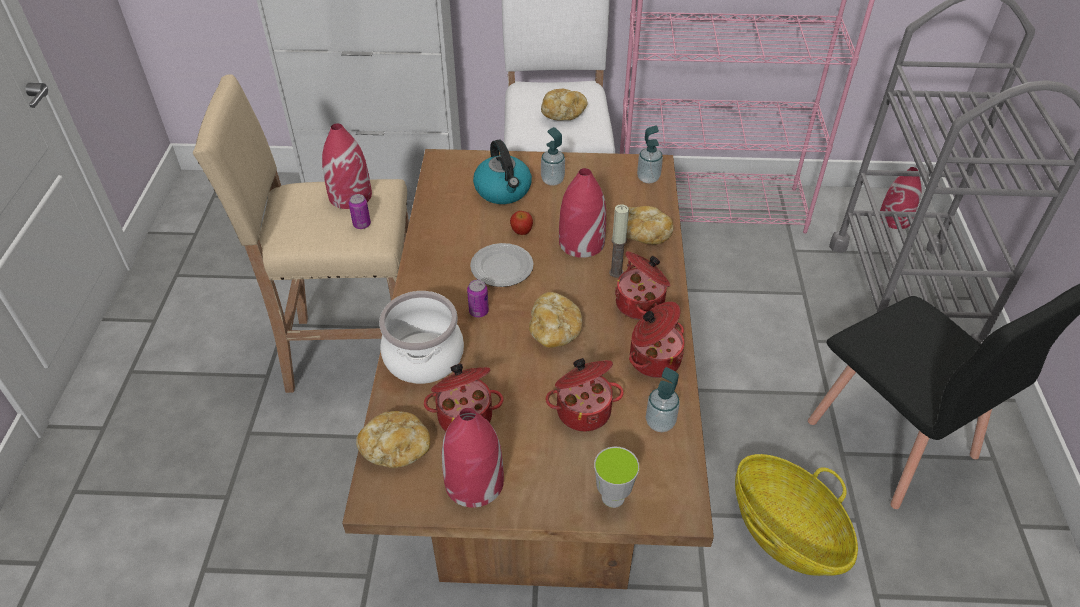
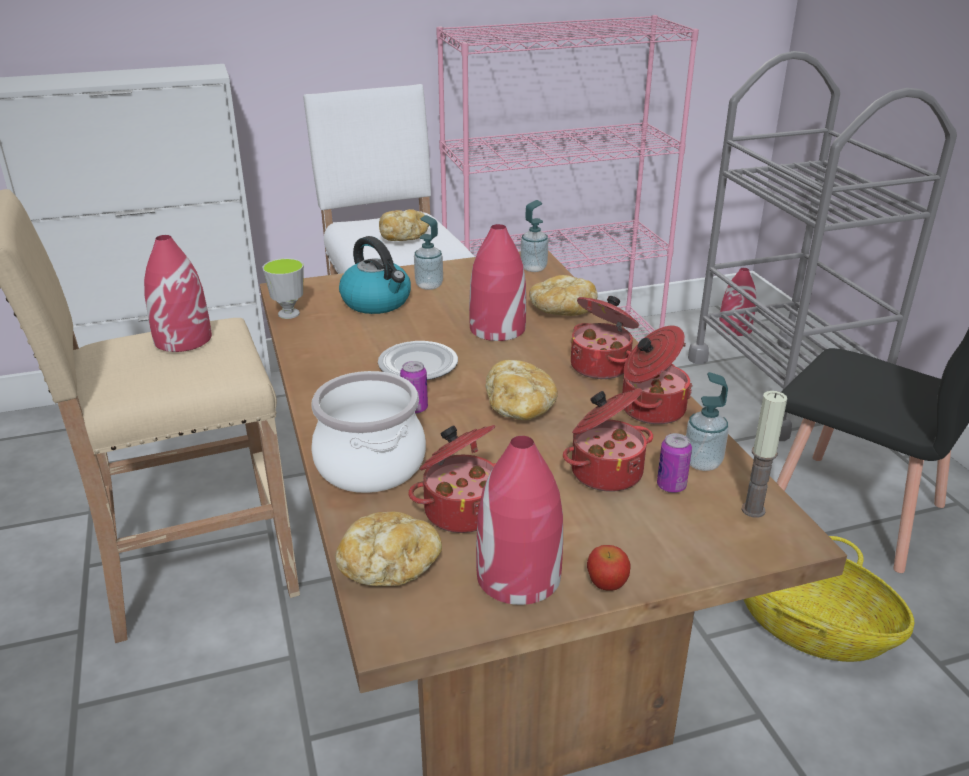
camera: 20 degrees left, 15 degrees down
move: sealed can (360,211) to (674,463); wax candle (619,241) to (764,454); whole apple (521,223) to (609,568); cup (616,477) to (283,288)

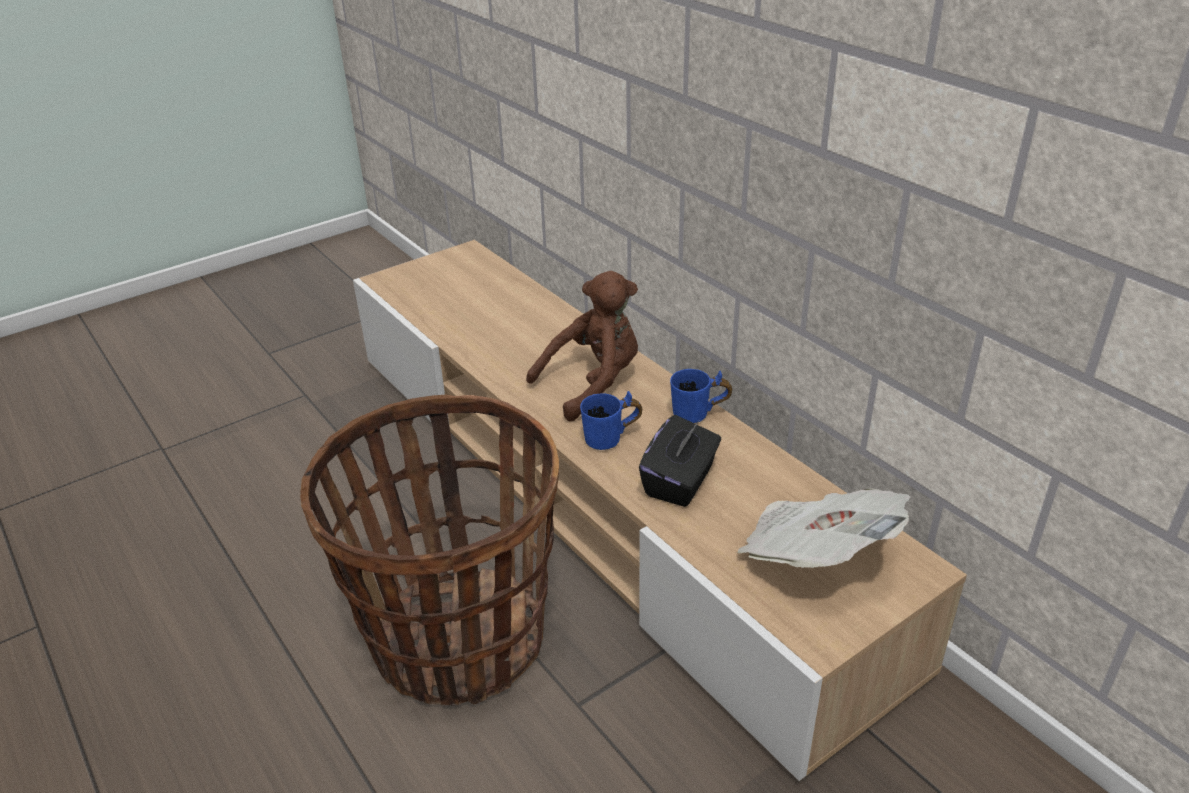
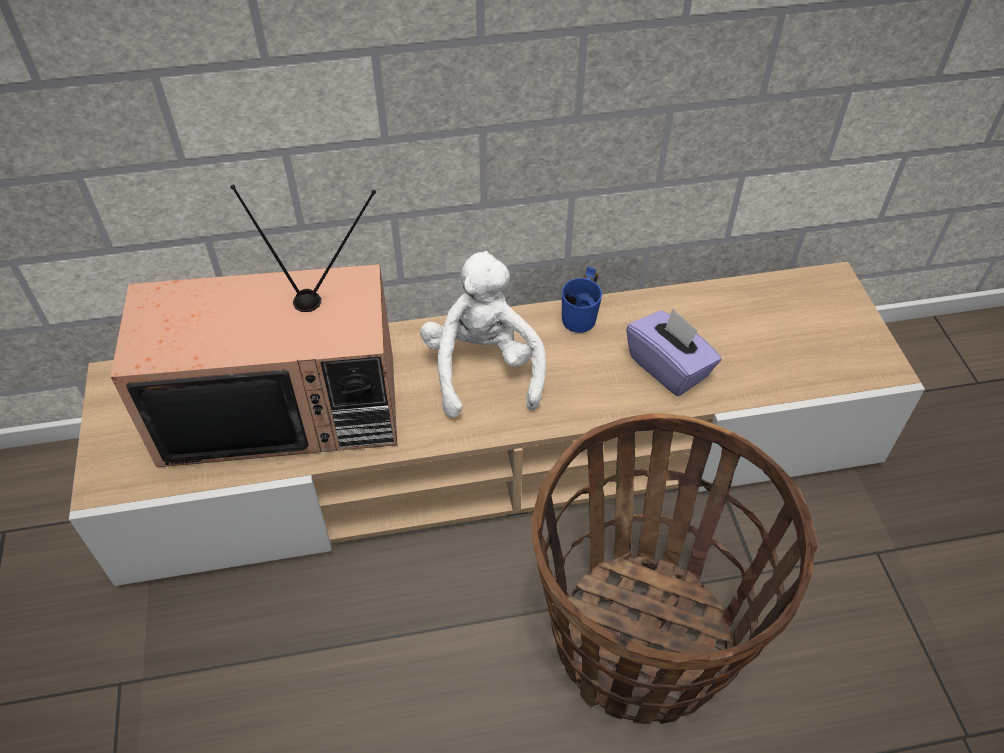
camera: 65 degrees left, 15 degrees up
delete: bluish coffee mug (611,420); printed paper (823,528)
insert: TV (253,326)
recolor: brown cuddly toy (582,346) to white-coloured cuddly toy (483,334); black-coloured tissue holder (680,461) to purple-coloured tissue holder (673,352)

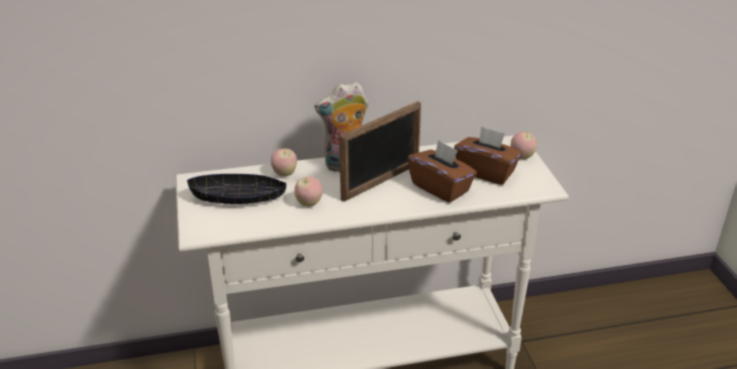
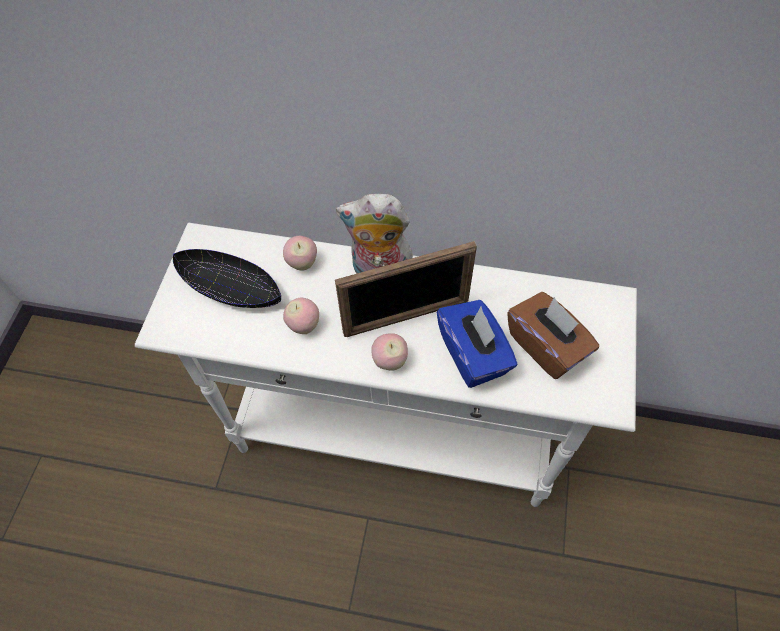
camera: 25 degrees right, 25 degrees up
move: whole apple (524,145) to (389,352)
recolor: brown tissue holder (442,171) to bluish tissue holder (477,344)

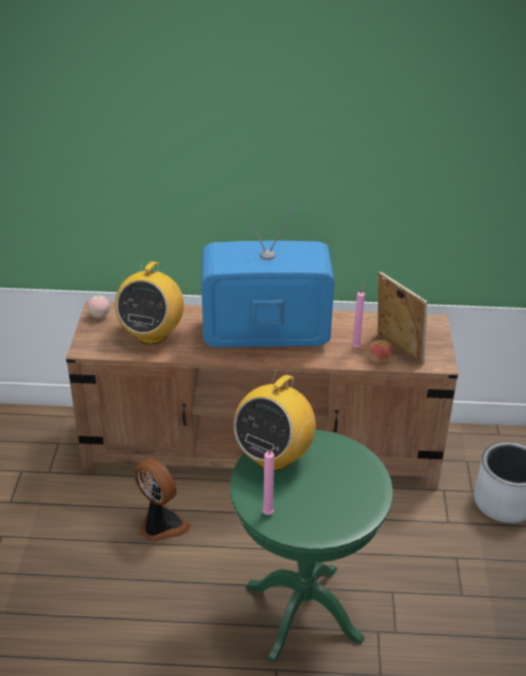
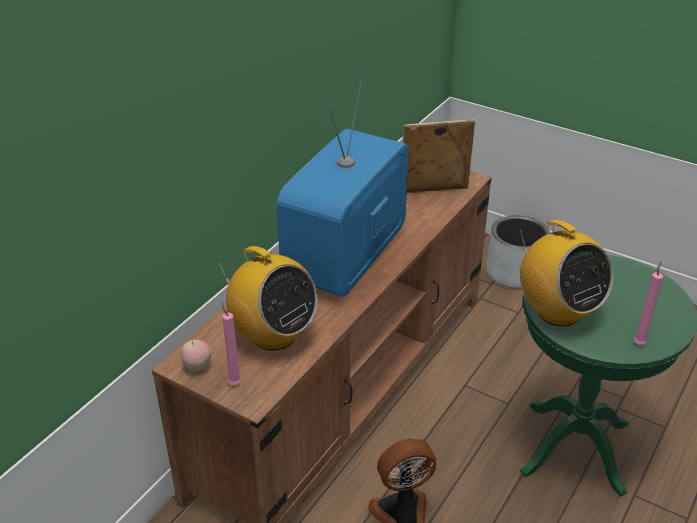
camera: 60 degrees left, 0 degrees up
delete: whole apple (381,351)
move: pink-coloured wax candle (358,315) to (231,343)

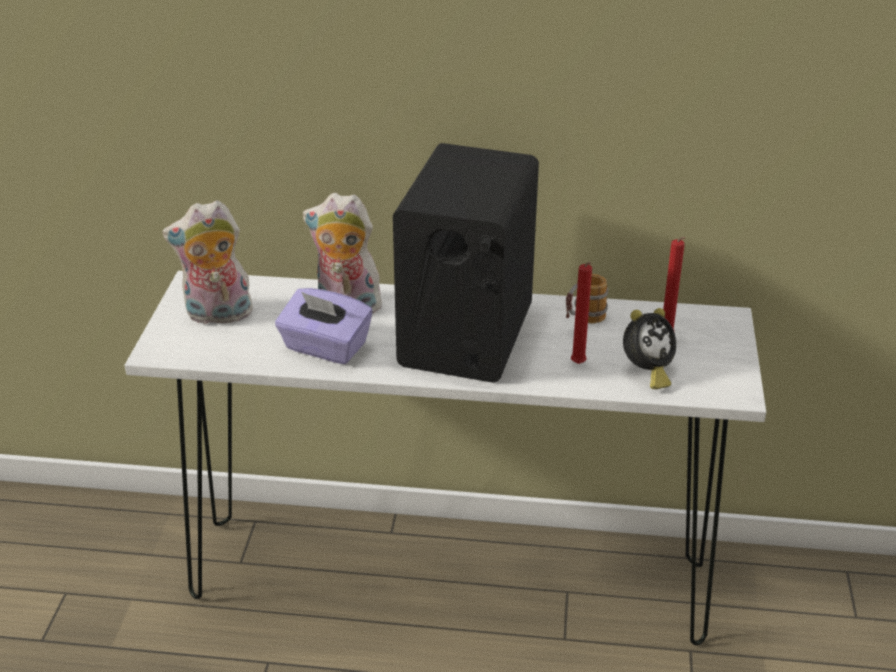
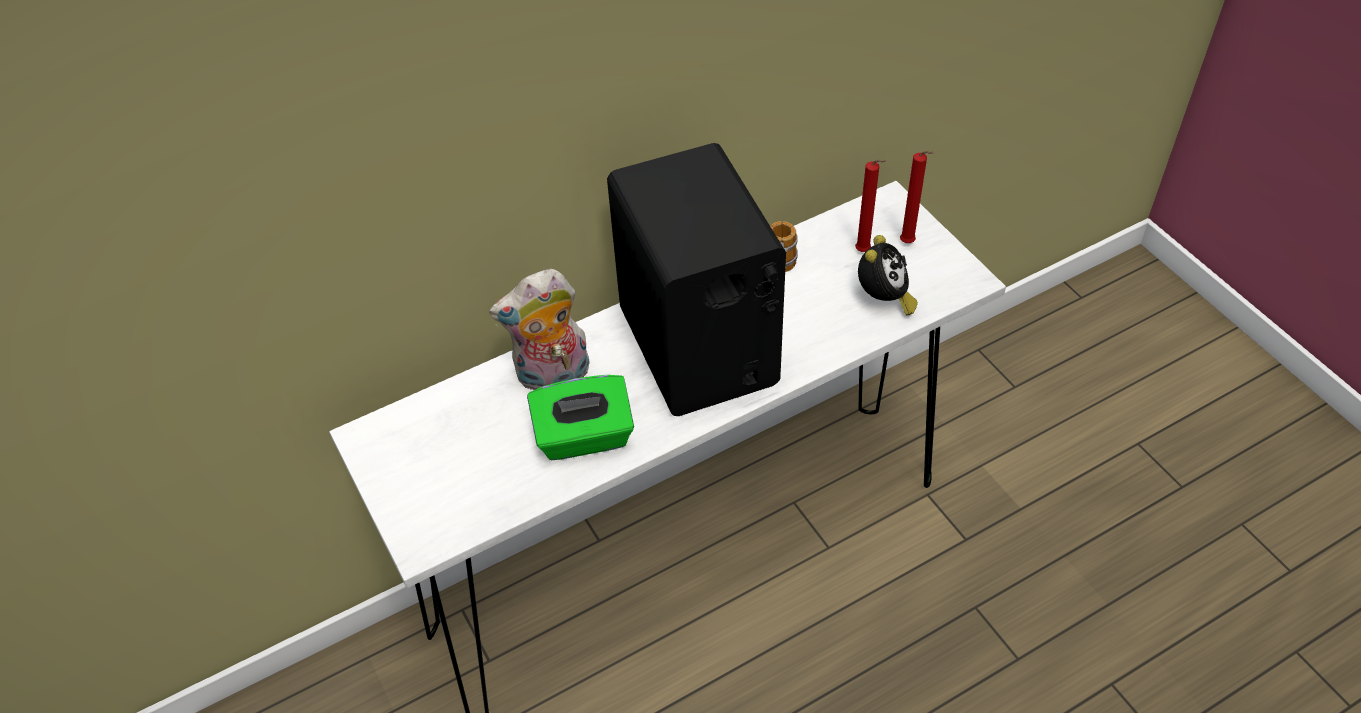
camera: 35 degrees left, 15 degrees up
delete: cuddly toy (208,263)
move: red-coloured wax candle (581,313) to (916,197)
recolor: purple-coloured tissue holder (324,326) to green tissue holder (580,417)

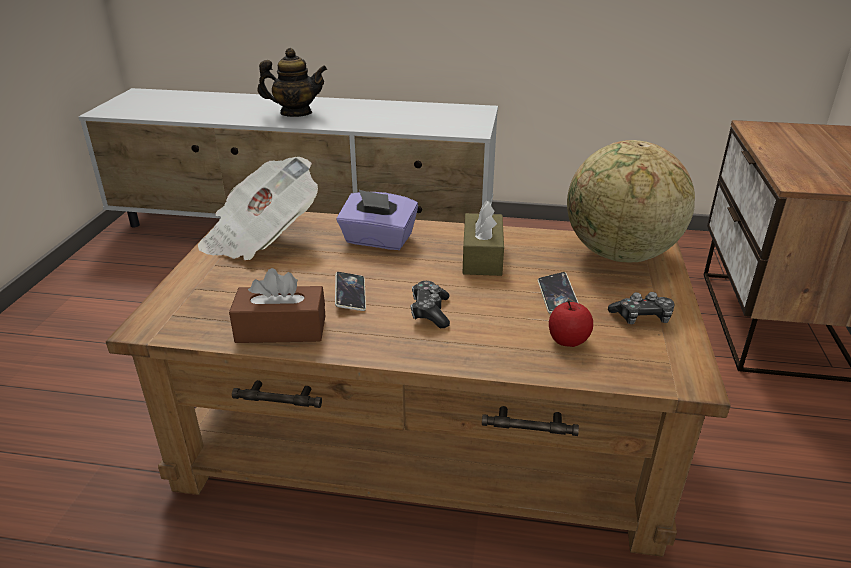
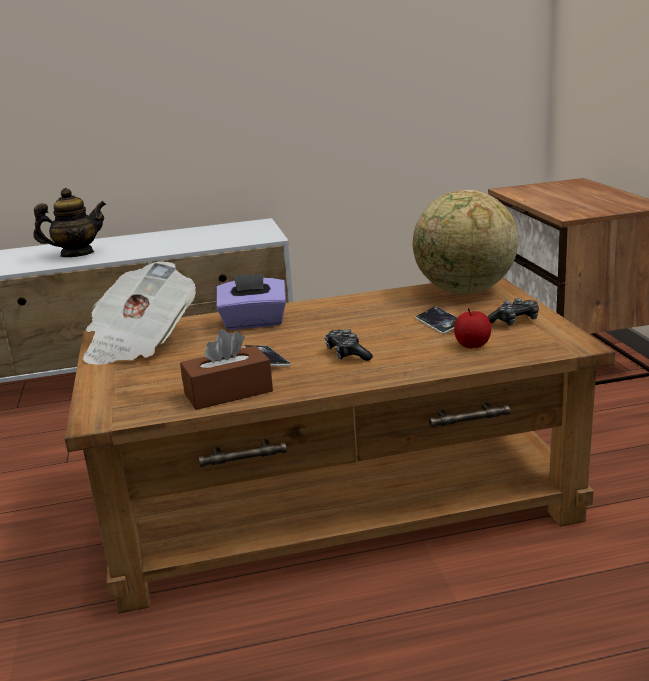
camera: 20 degrees left, 10 degrees down
delete: brown tissue holder (483,238)

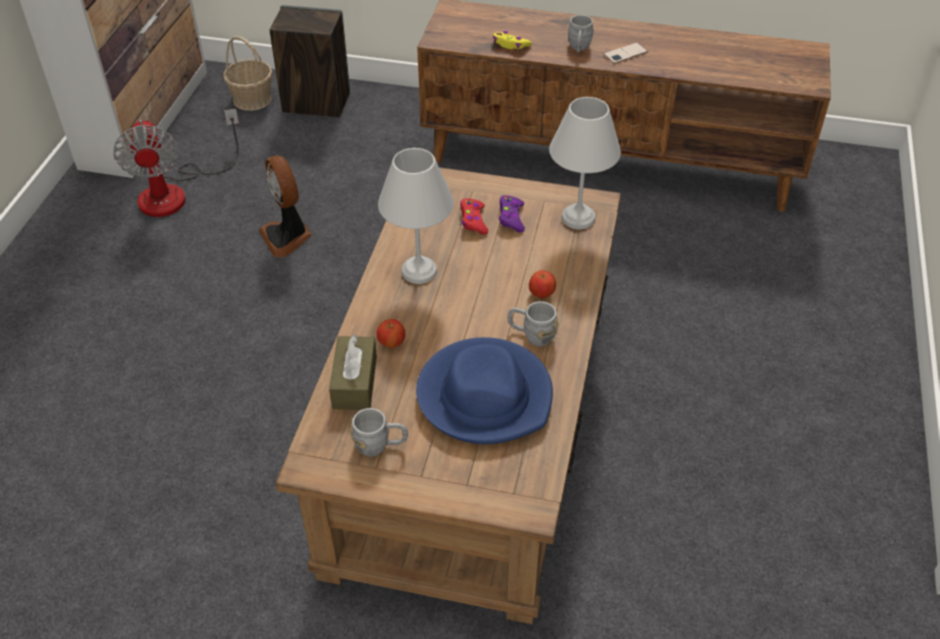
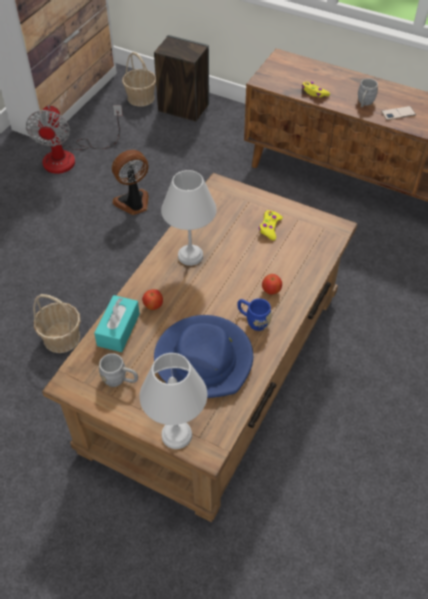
camera: 15 degrees right, 5 degrees up
delete: red-coloured joypad (474,217)
insert: basket (57,323)
move: white-coloured lamp for a table (585,163) to (173,401)
recolor: purple-coloured joypad (512,213) to yellow joypad (271,225); greyish coffee mug (532,323) to bluish coffee mug (254,314); brown tissue holder (353,372) to turquoise-coloured tissue holder (117,323)
rotate: cooling fan (285,206) = (130,182) 75 degrees clockwise

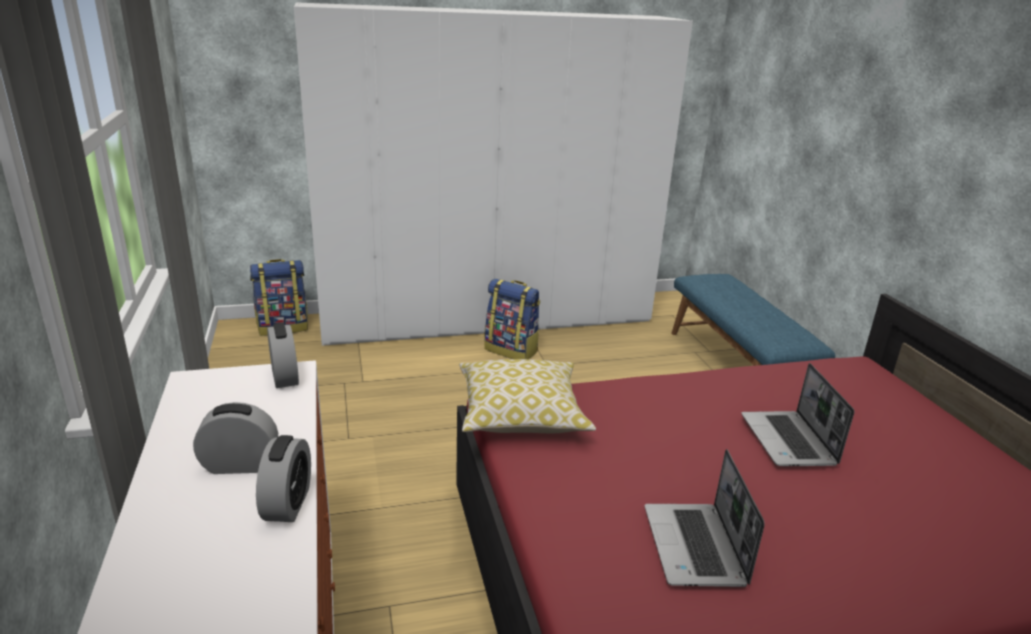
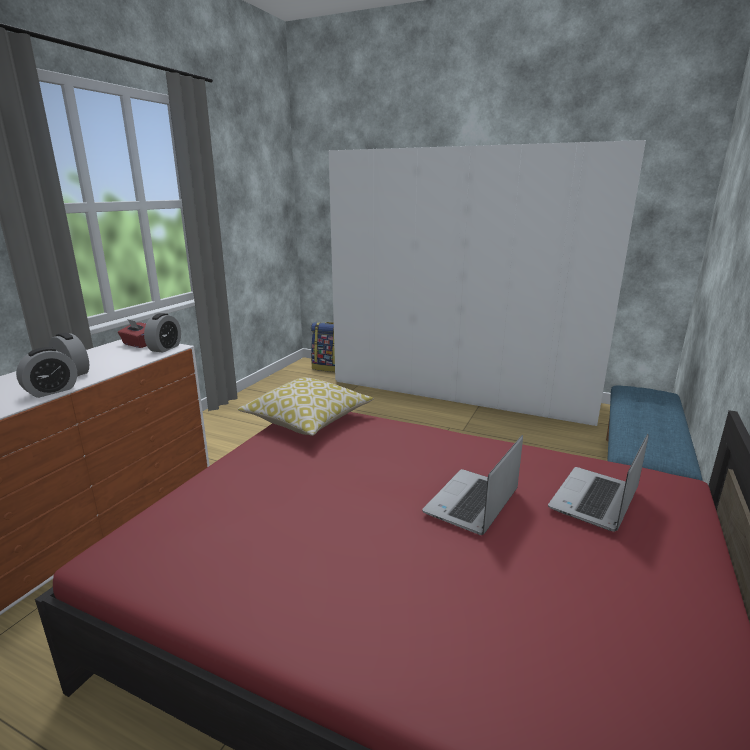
camera: 40 degrees right, 5 degrees down
delete: knapsack (512,319)
insert: red-coloured tissue holder (132,333)
move: portable computer (705,518) to (598,483)

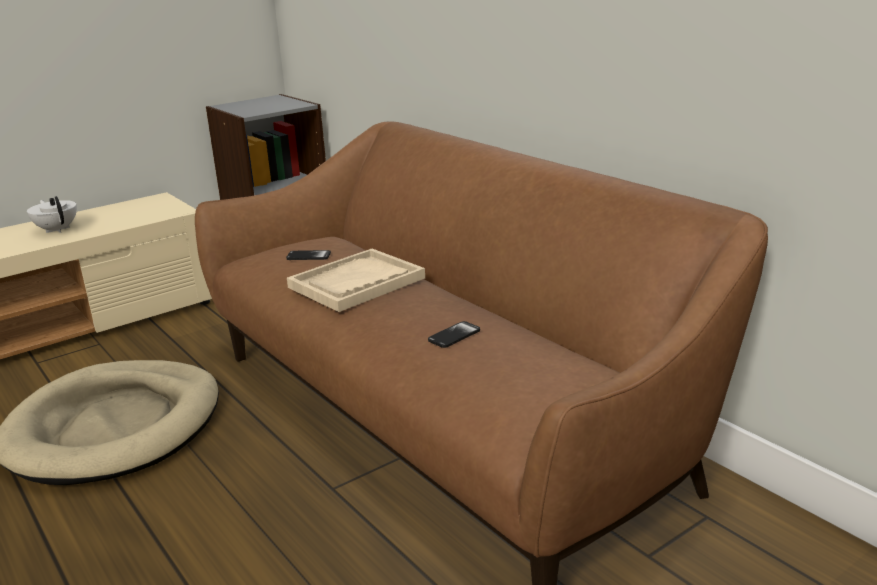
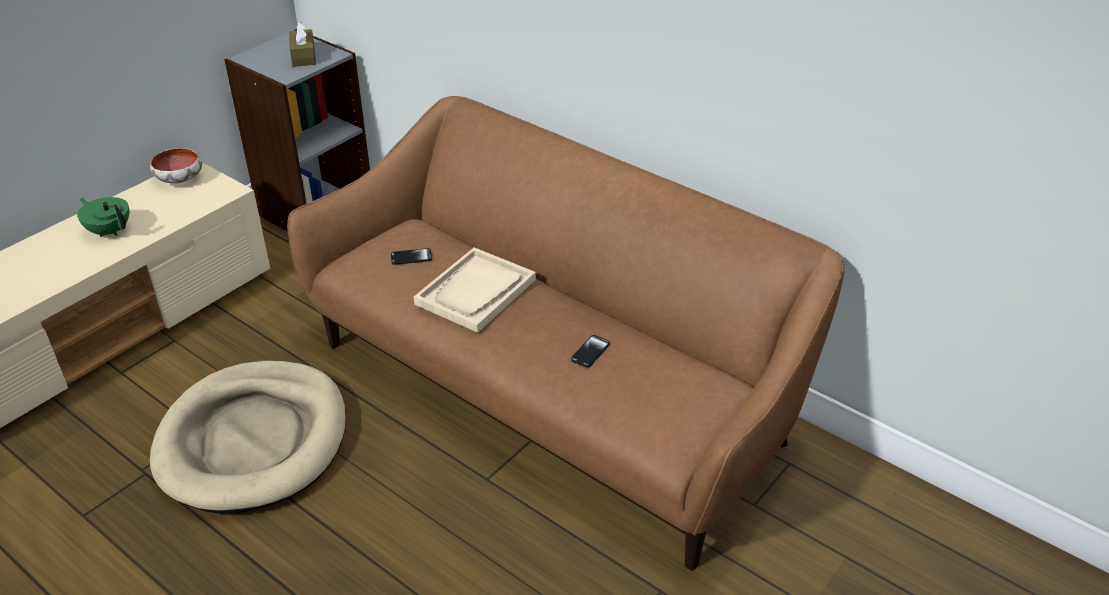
camera: 15 degrees left, 15 degrees up
insert: brown tissue holder (302,44); serving bowl (176,165)
recolor: white-coloured pot for tea (52,214) to green pot for tea (103,217)

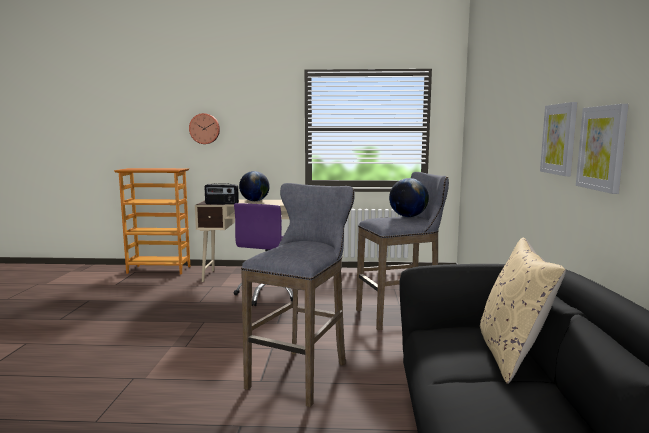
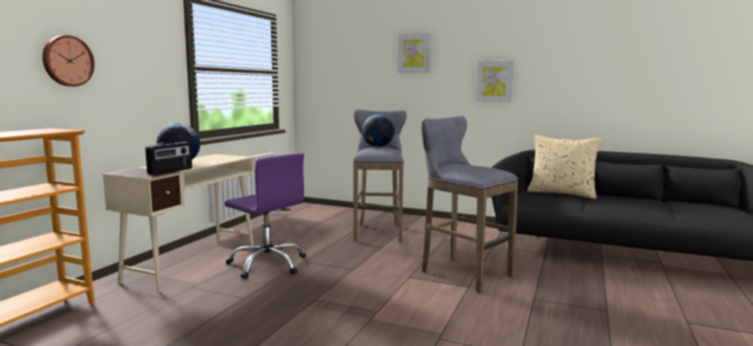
camera: 70 degrees left, 0 degrees up
move: picture (602,149) to (414,53)

